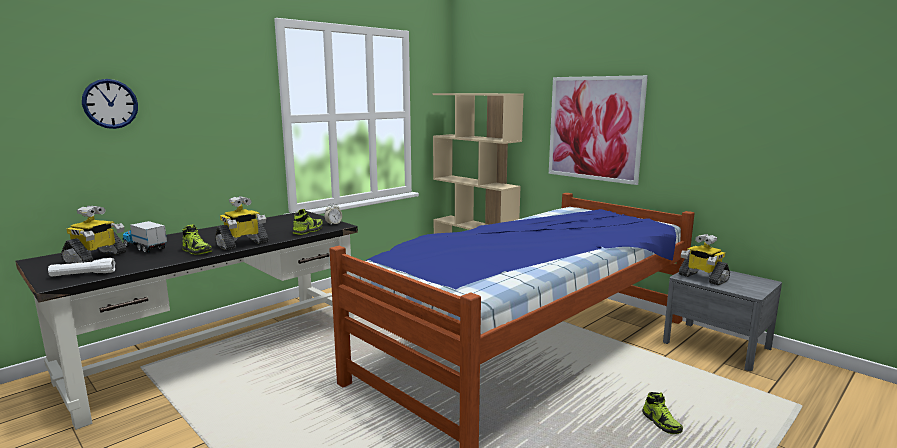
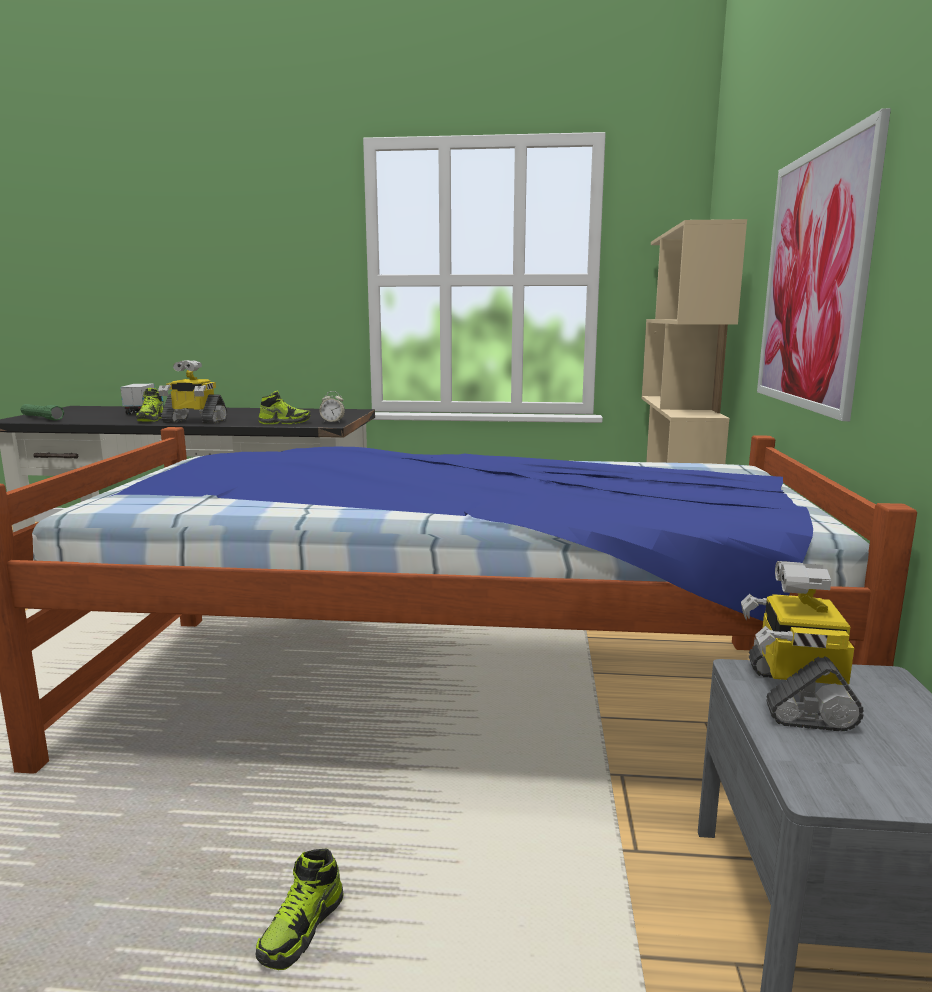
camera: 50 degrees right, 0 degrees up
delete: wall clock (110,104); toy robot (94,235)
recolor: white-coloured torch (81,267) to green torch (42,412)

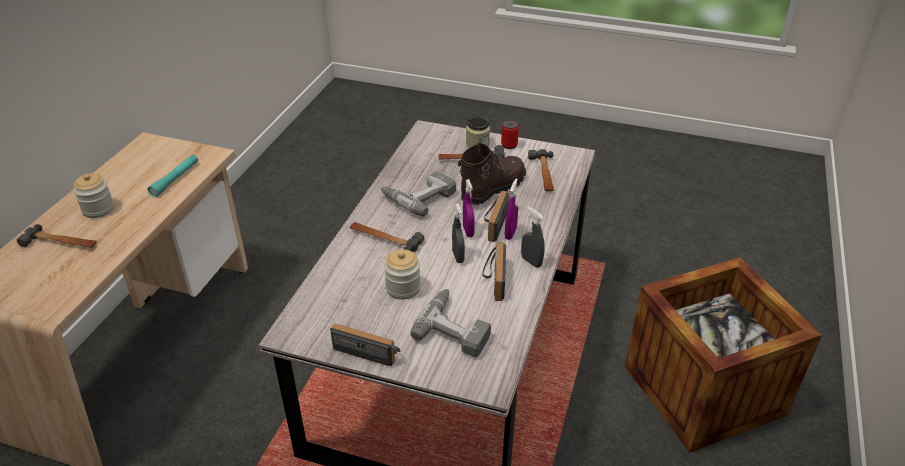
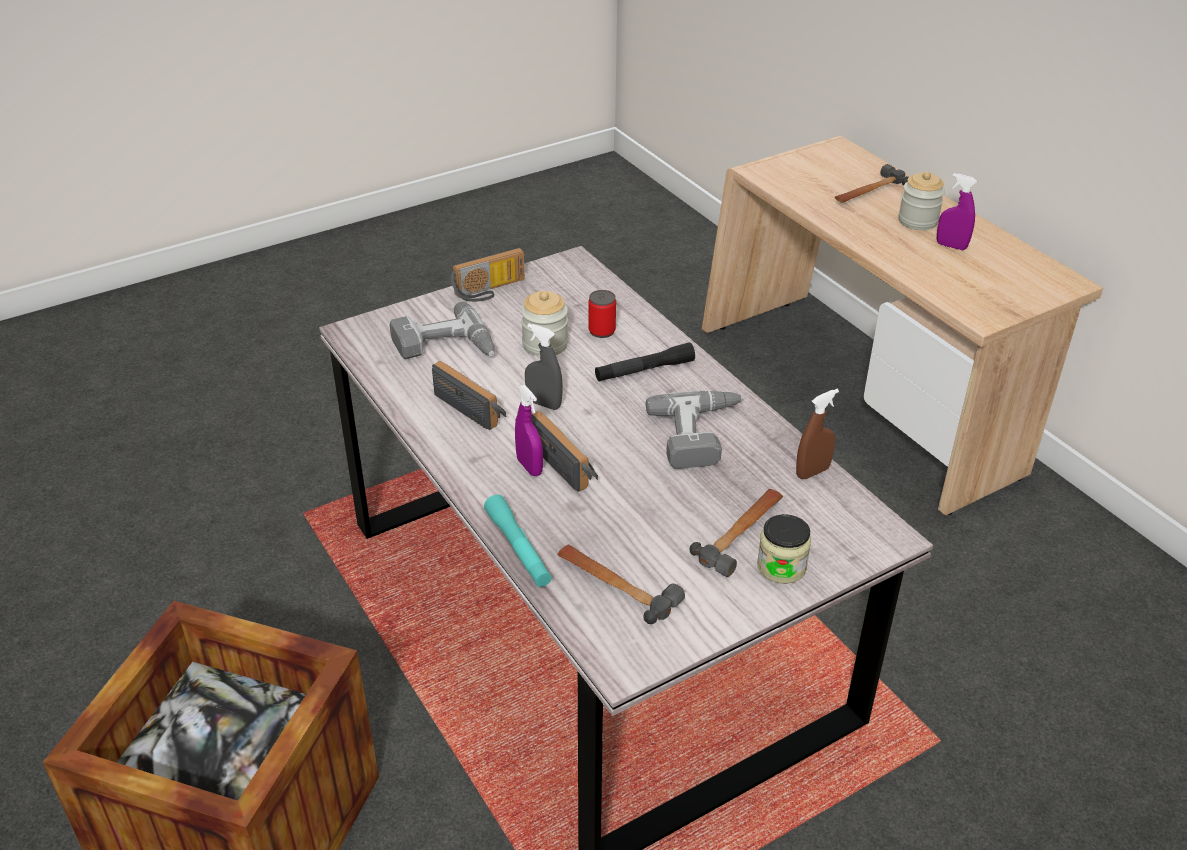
camera: 130 degrees right, 0 degrees up
delete: brown boot (492,174); greyish sprayer (533,237)
insert: brown sprayer (817,434)
move: sealed can (510,134) to (602,314); turquoise-coloured torch (173,176) to (518,541); purple-coloured sprayer (469,208) to (957,211)
replace: hand hammer (387,237) to black-coloured torch (645,362)

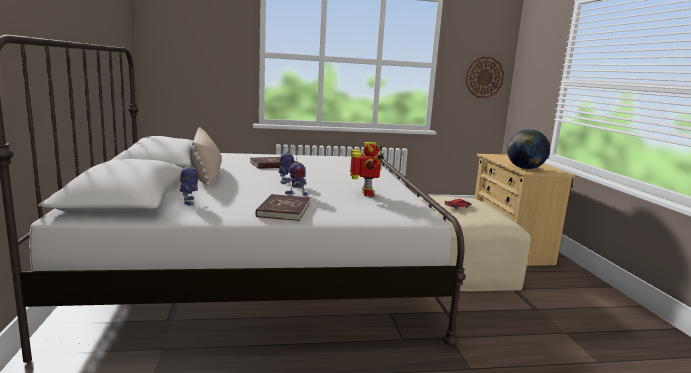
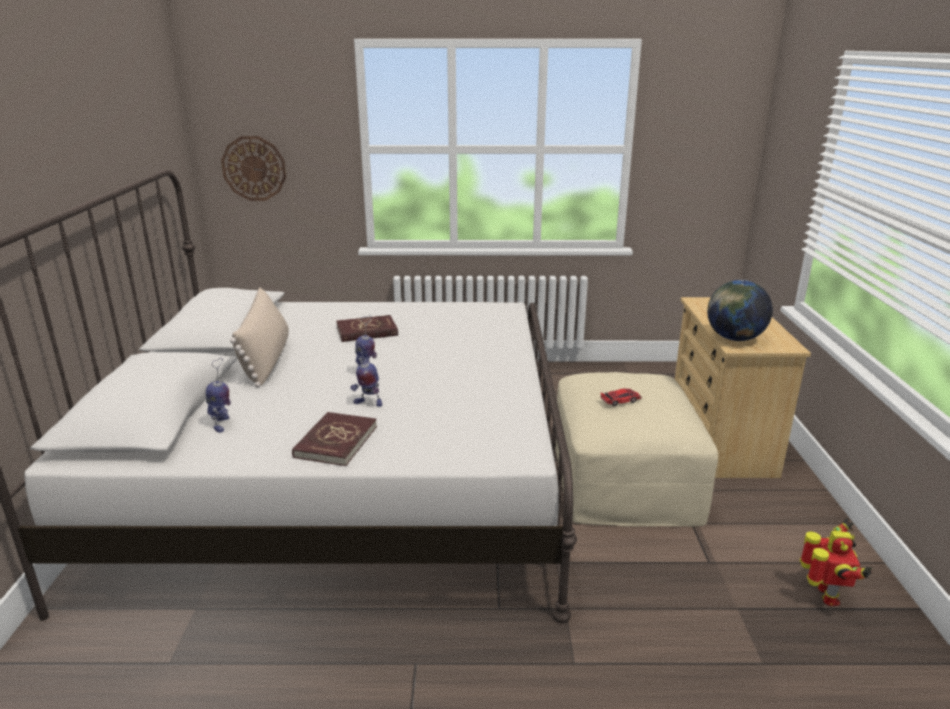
camera: 10 degrees right, 10 degrees up
move: wall clock (484,77) to (253,168); toy robot (367,169) to (836,562)

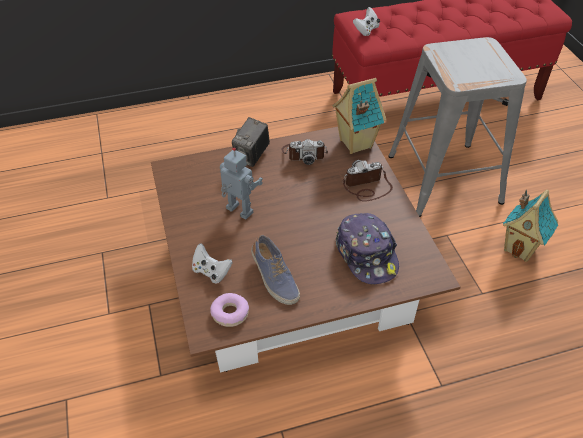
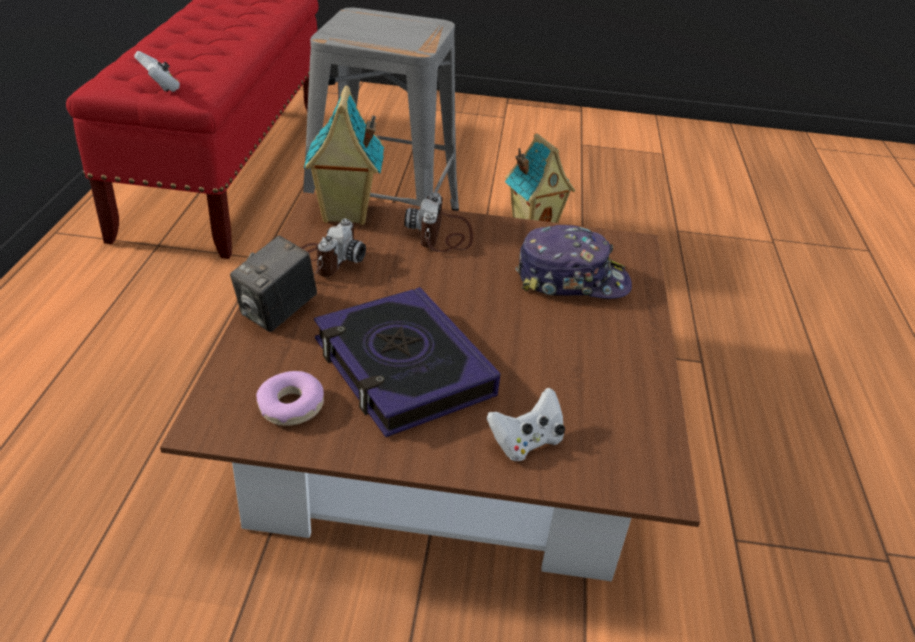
camera: 70 degrees left, 10 degrees down
delete: item of footwear (275,269)
move: donut (229,310) to (290,398)
replace: toy robot (241,183) to volume (407,362)
rotate: still camera (251,142) = (273,284) 75 degrees clockwise

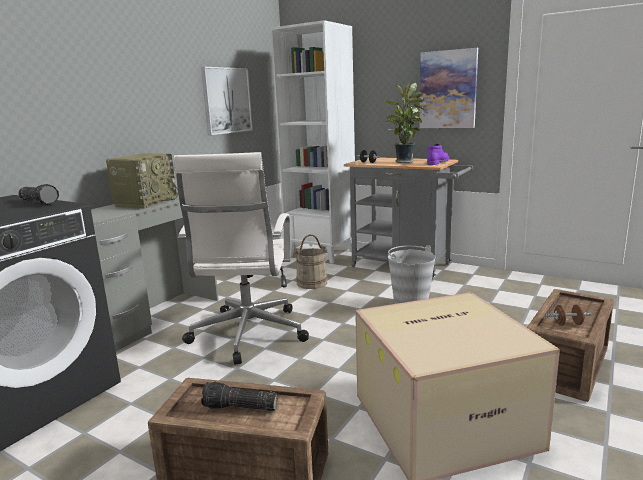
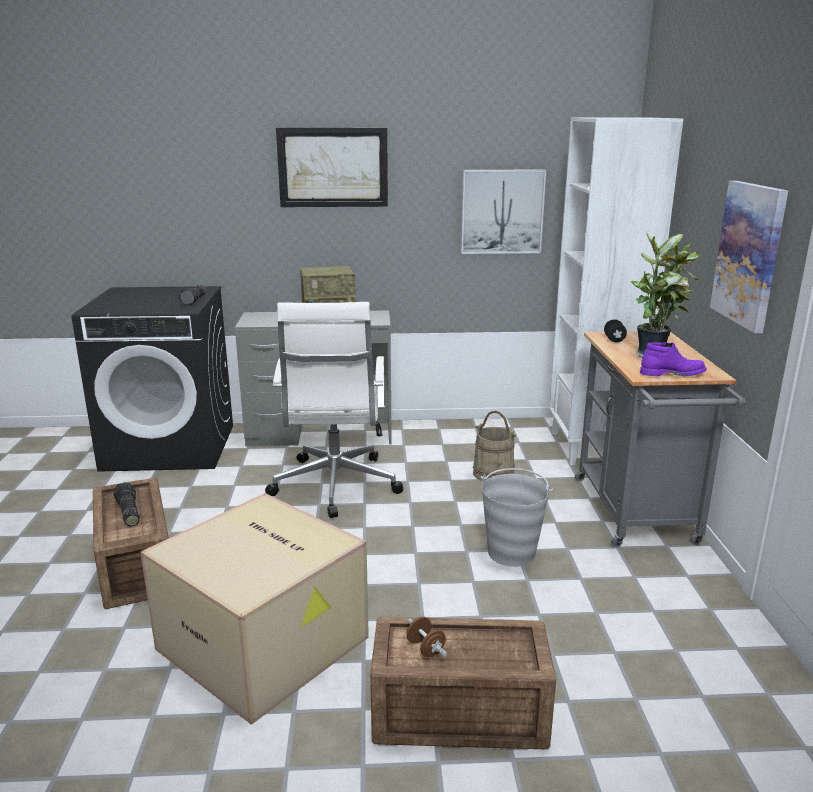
camera: 55 degrees right, 5 degrees up
insert: picture (332,167)
rotate: white-coloured desk chair (241,258) = (334,410) 60 degrees counterclockwise

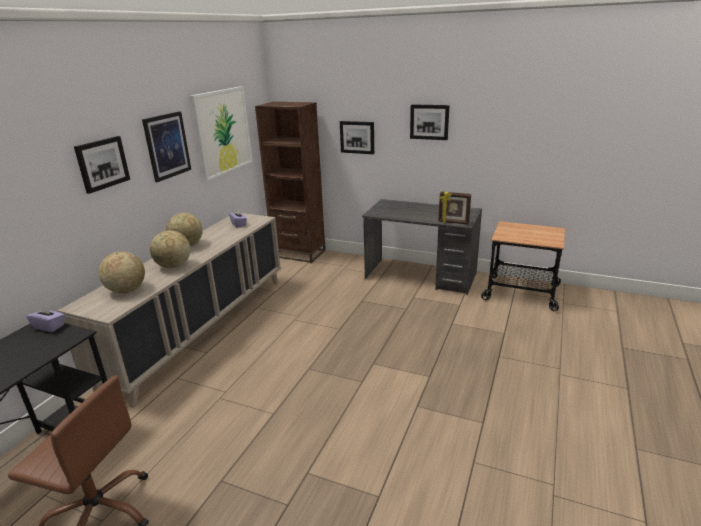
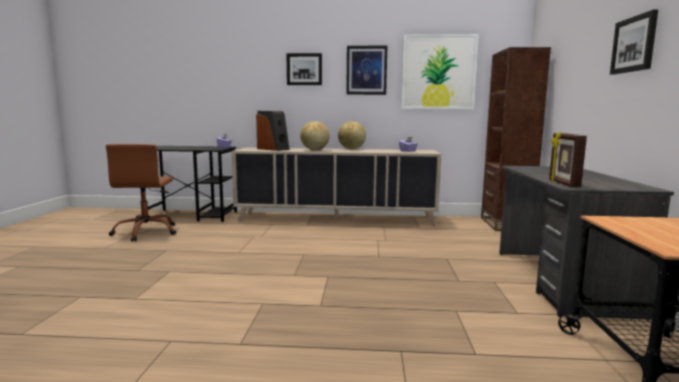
camera: 70 degrees right, 15 degrees down
delete: picture (357,137)
replace: globe (122,272) to speaker (273,131)

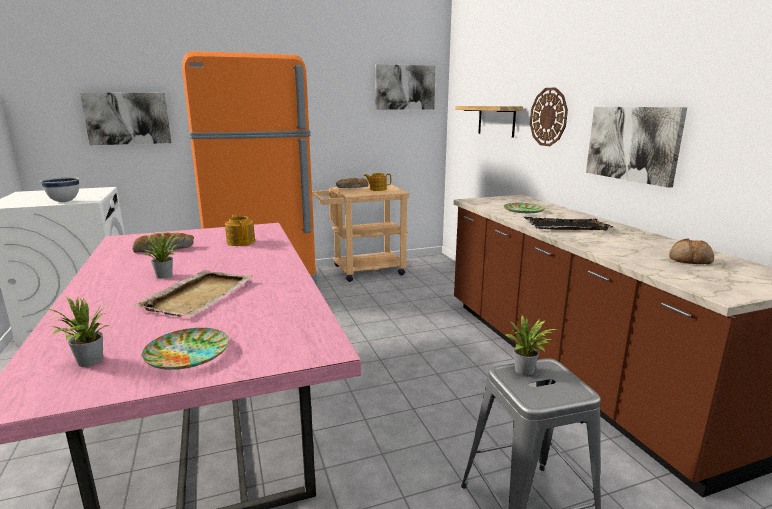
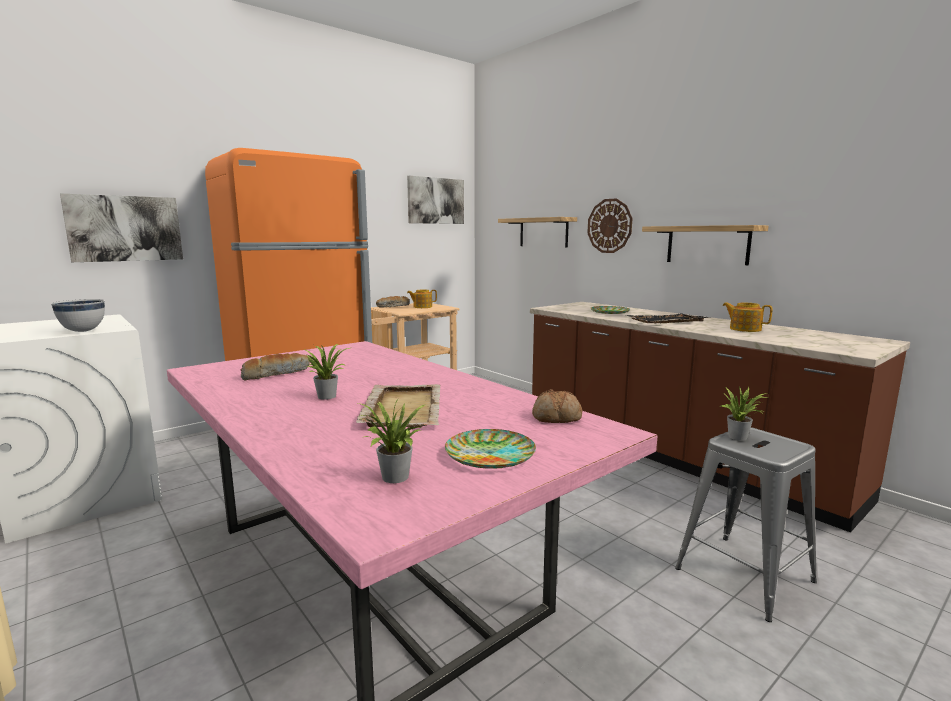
camera: 20 degrees left, 5 degrees down
move: pot for tea (240,230) to (747,317); bread (691,251) to (557,406)
replace: picture (636,147) to bracket shelf (705,245)

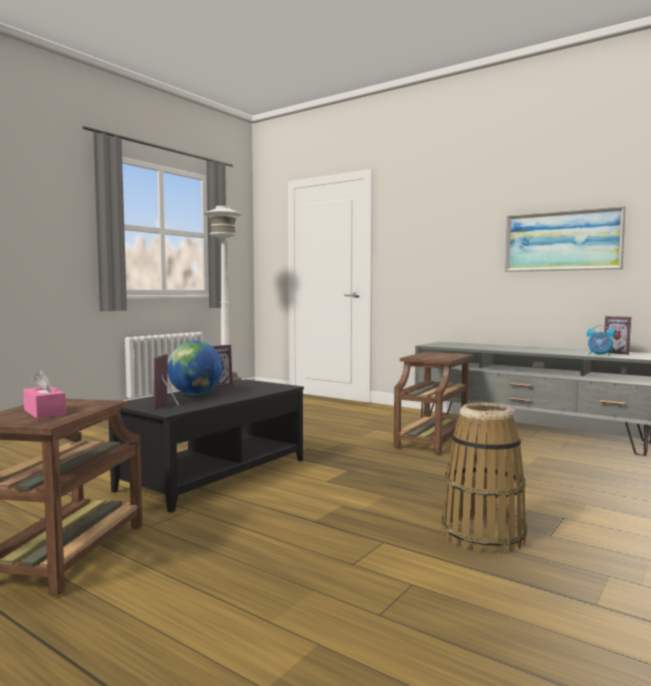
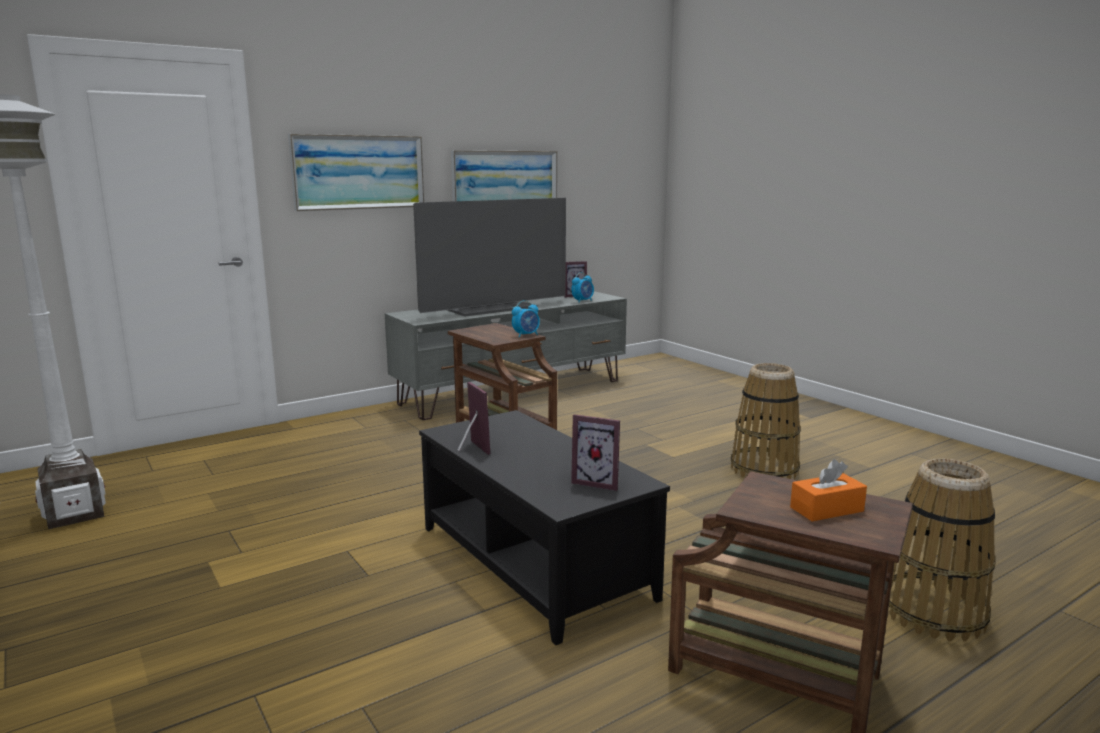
camera: 70 degrees left, 10 degrees up
delete: globe (195,368)
insert: picture (356,172); TV (489,257); bedside clock (526,319); basket (942,549)
recolor: pink-coloured tissue holder (44,394) to orangey tissue holder (828,490)

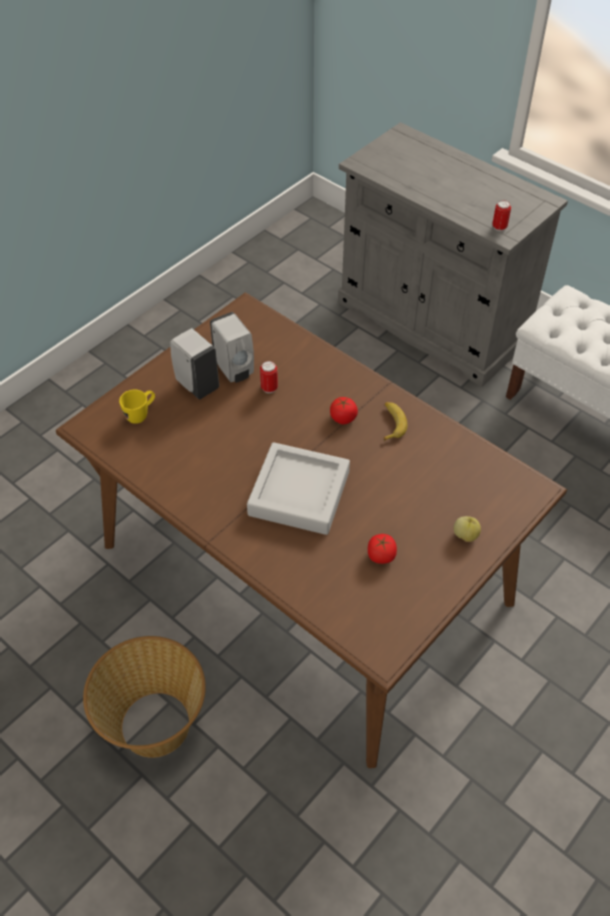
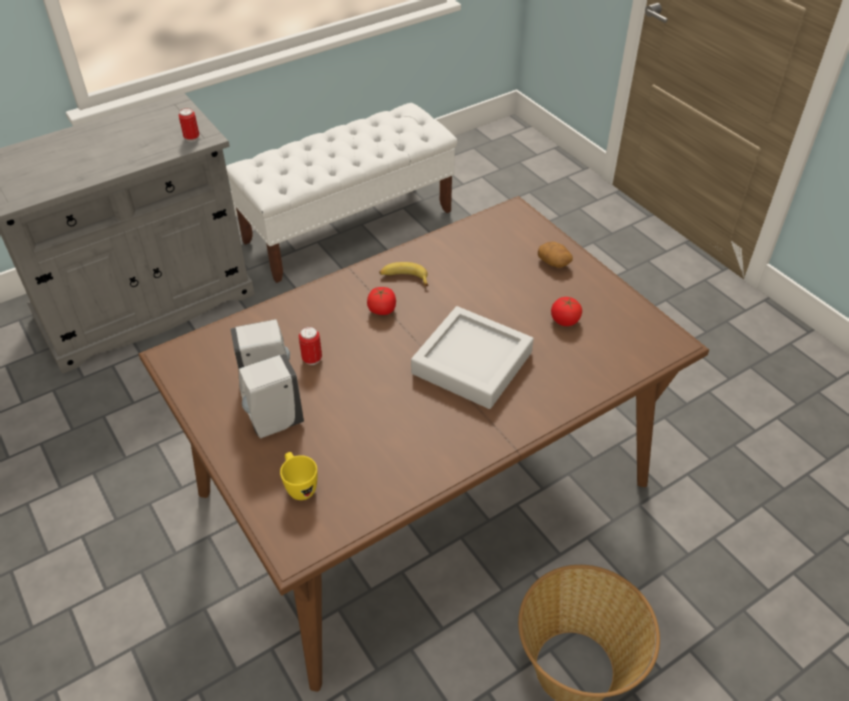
camera: 75 degrees left, 5 degrees down
replace: whole apple (467,529) to whole potato (555,255)

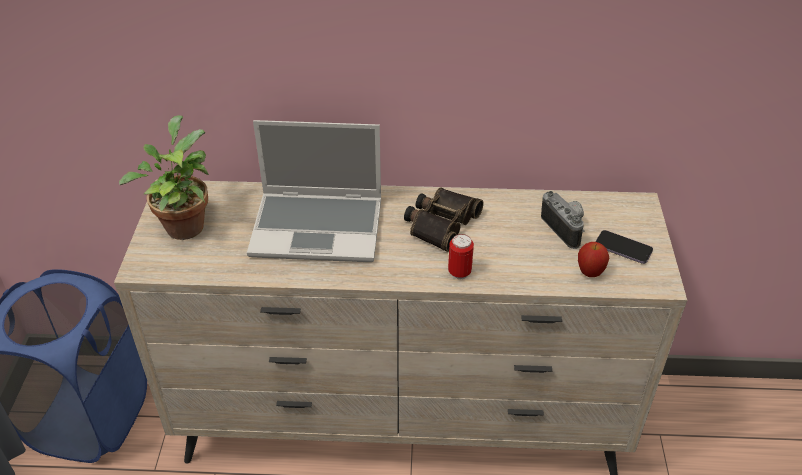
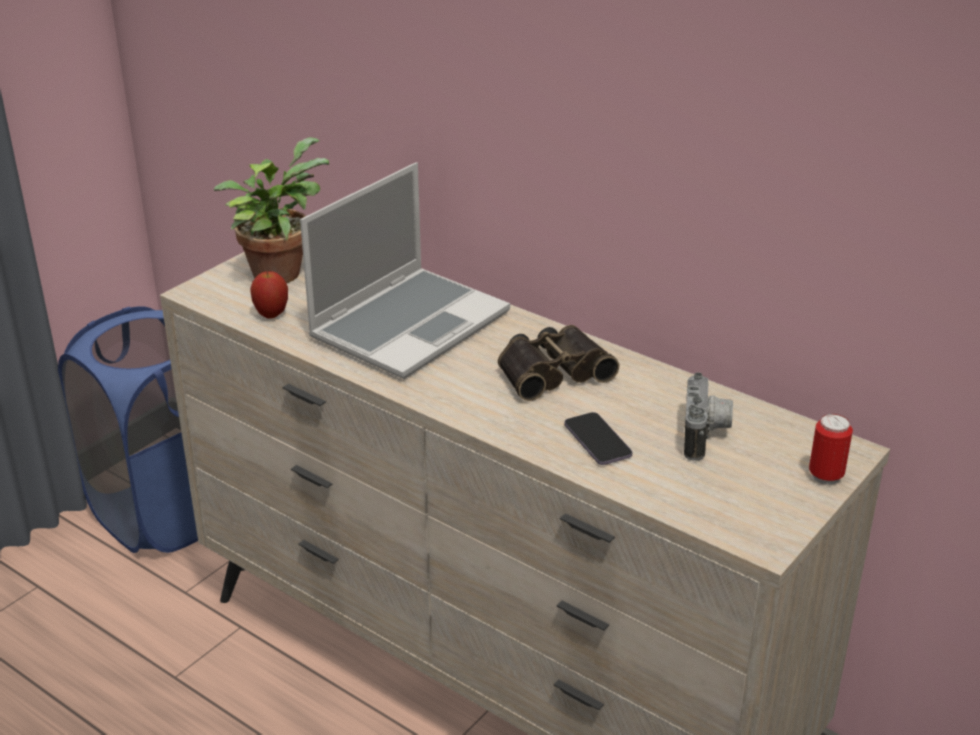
camera: 35 degrees right, 10 degrees down
move: telephone (624,247) to (598,438); sealed can (461,256) to (831,449); whole apple (593,259) to (269,295)
rotate: portable computer (314,191) = (405,270) 90 degrees counterclockwise

